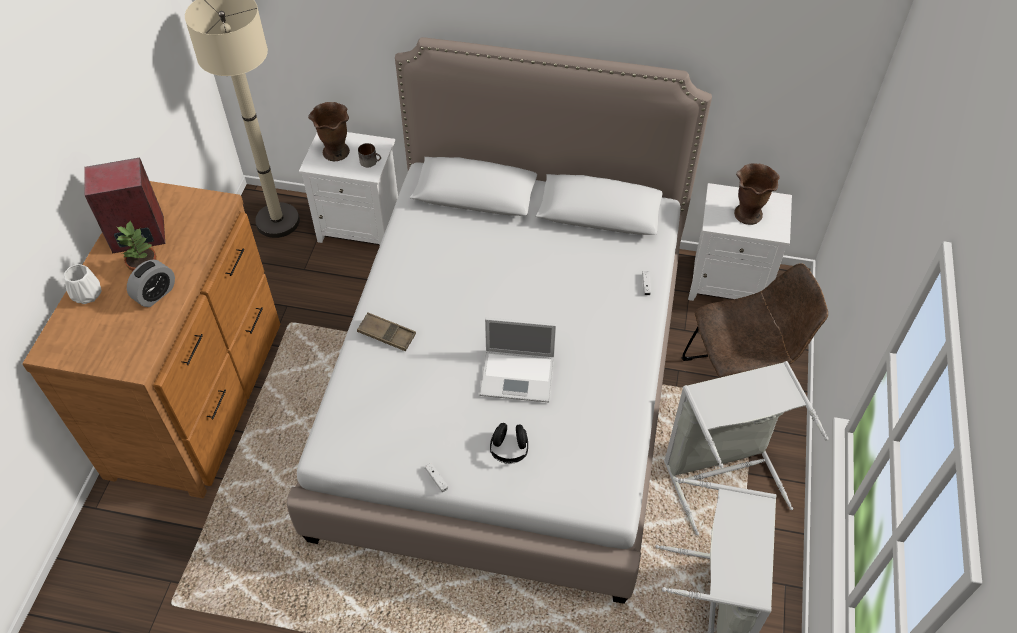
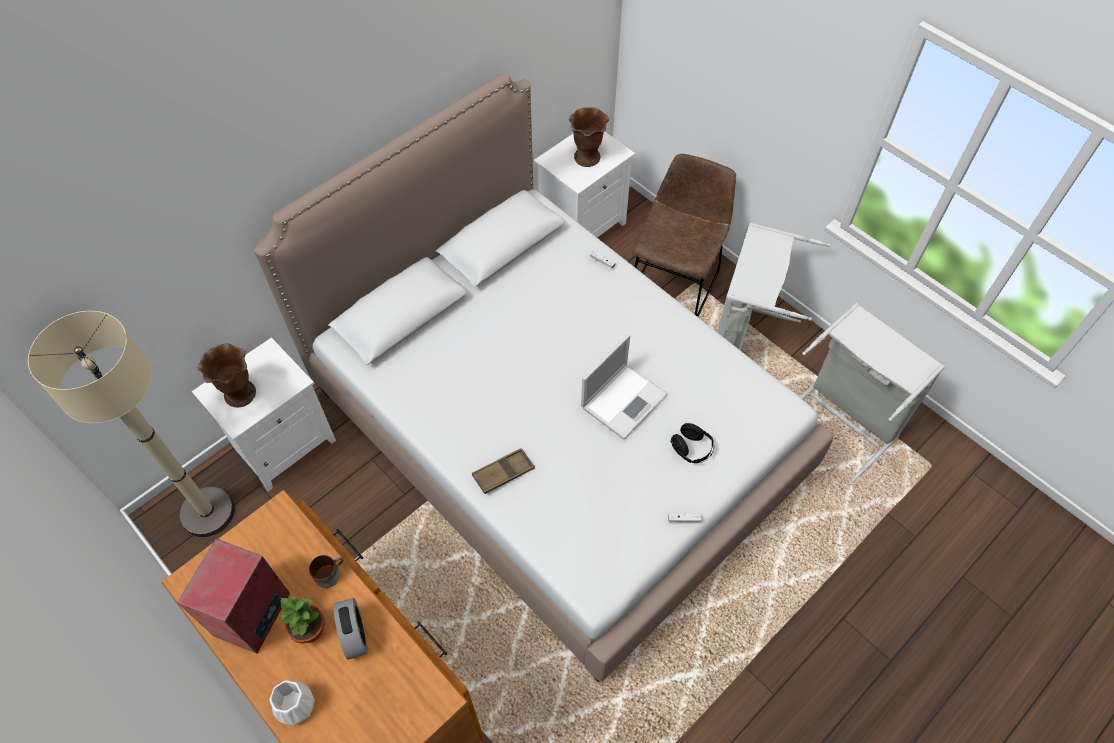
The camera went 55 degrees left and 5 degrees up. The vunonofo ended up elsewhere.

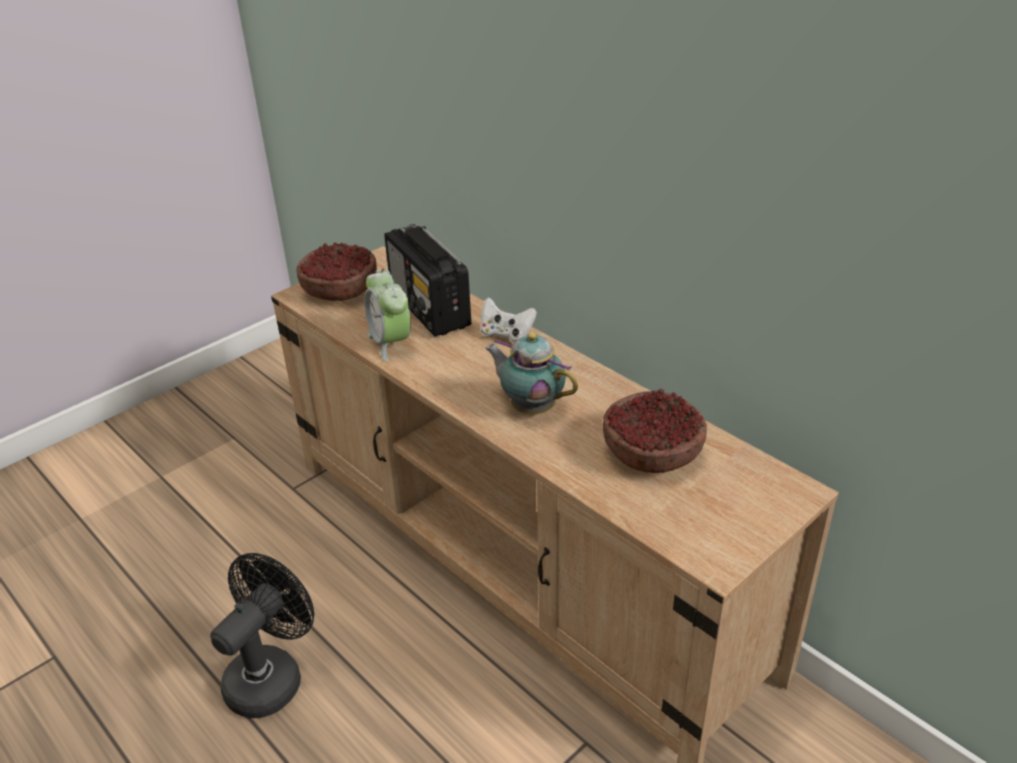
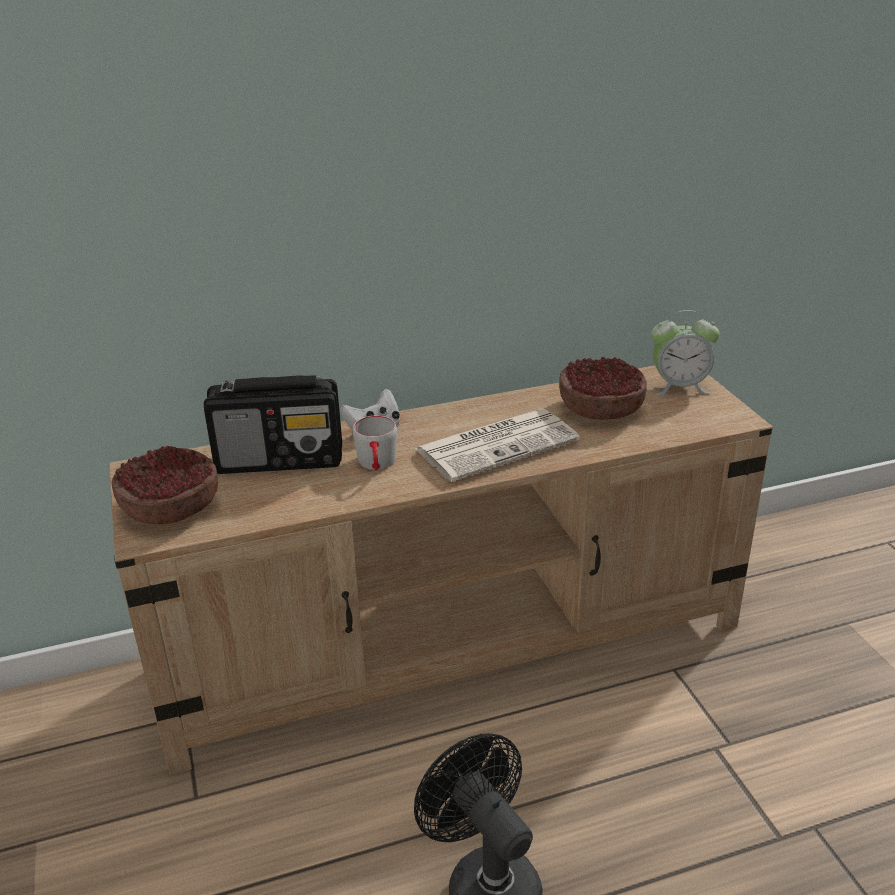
The camera went 65 degrees left and 5 degrees down. The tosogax ended up elsewhere. Where the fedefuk stood, the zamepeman came to stand. The second view gained the grey_vunonofo.

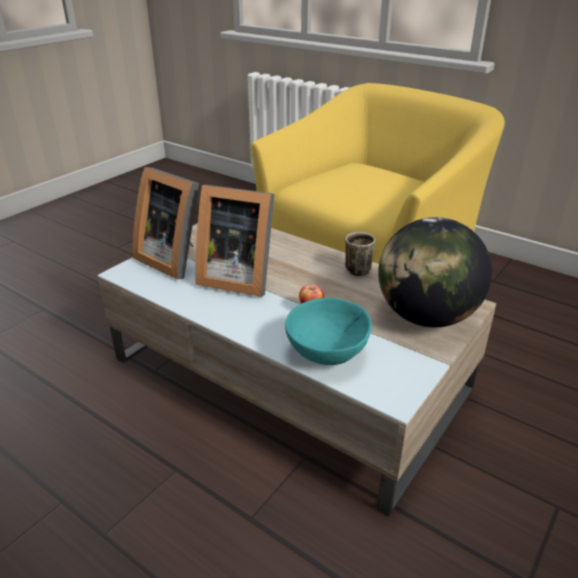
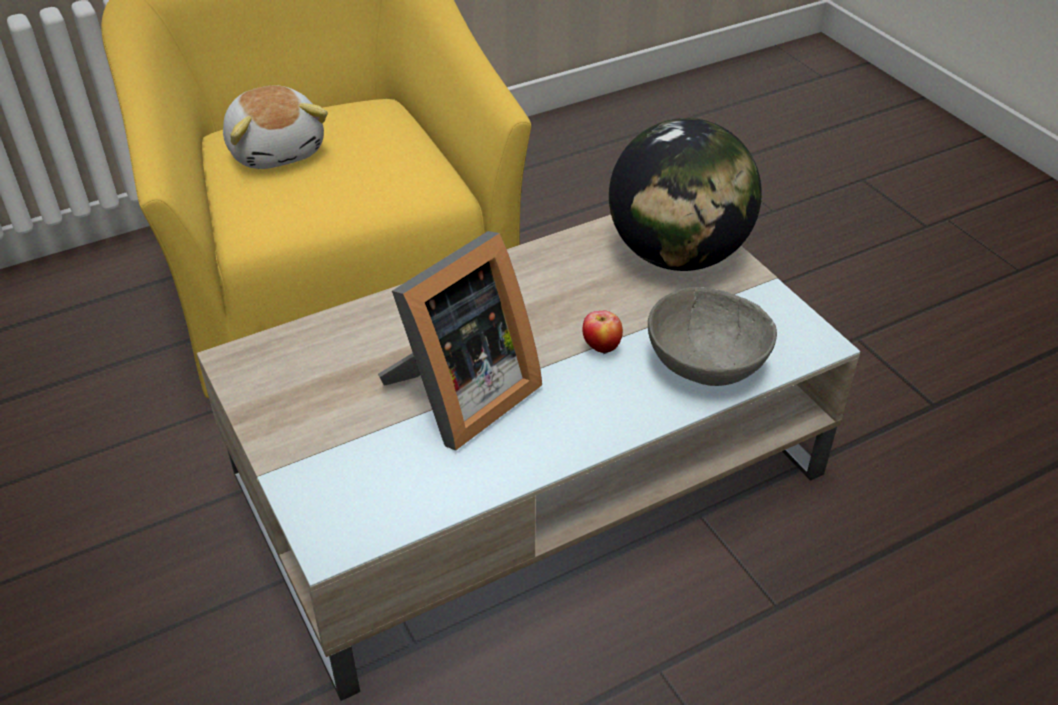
The camera went 65 degrees left and 10 degrees up. The second view lost the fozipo (no. 1 from left). The second view lost the vunonofo. What was the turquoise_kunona turned into the grey_kunona. The second view gained the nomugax.

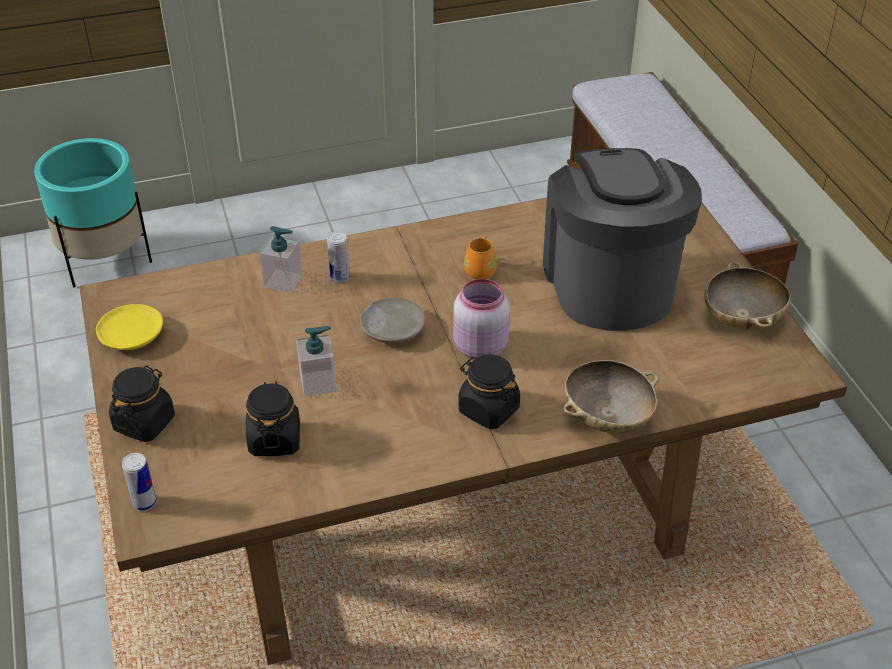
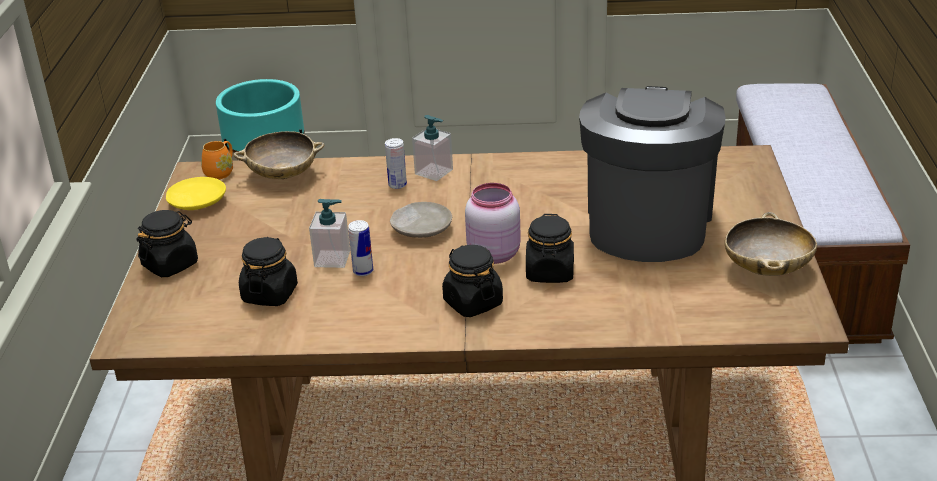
The camera went 20 degrees right and 10 degrees down. The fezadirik (no. 1 from left in the first image) ended up elsewhere. The orange_vunonofo ended up elsewhere. The beige_kunona (no. 1 from left) ended up elsewhere. The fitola (no. 1 from left) ended up elsewhere. The second view gained the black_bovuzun (no. 4 from left).

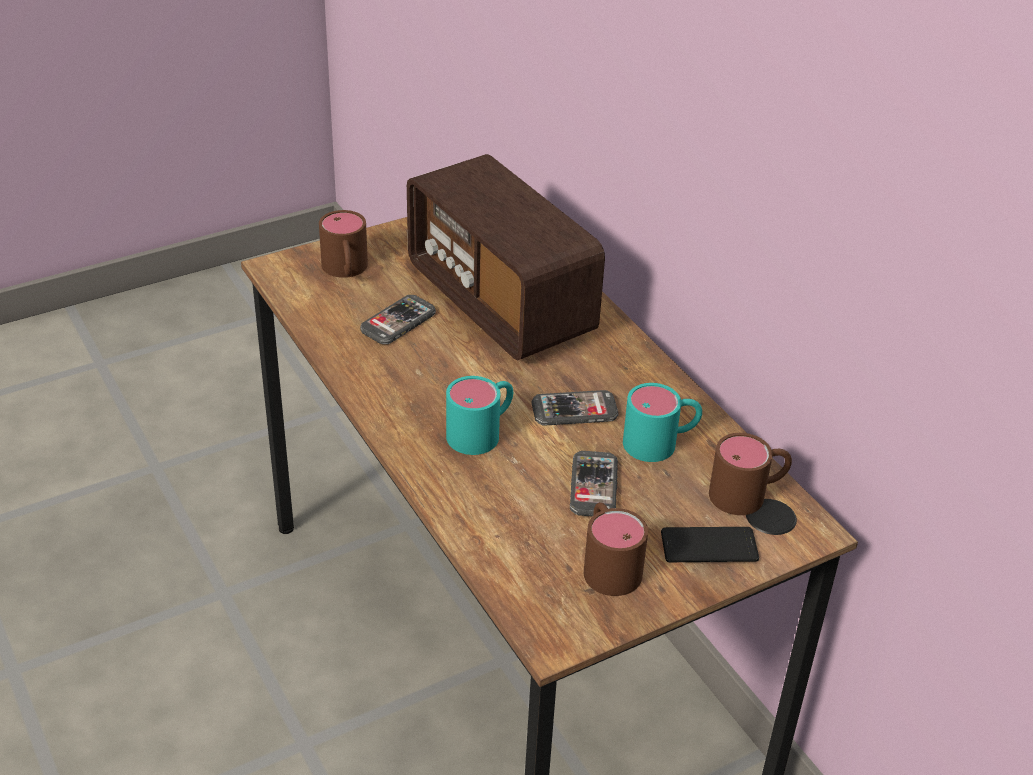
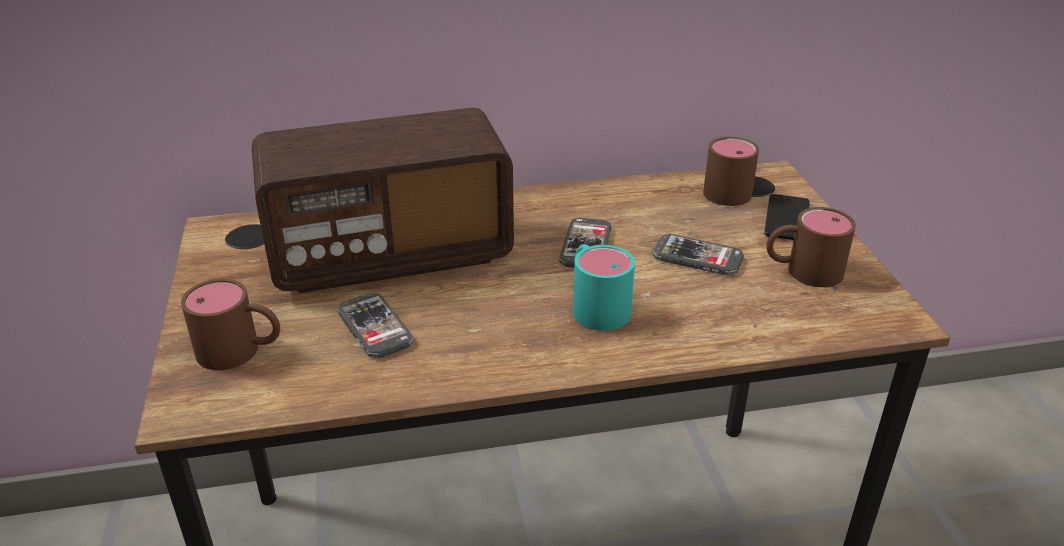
The camera went 70 degrees left and 5 degrees down. The second view lost the turquoise_vunonofo (no. 2 from left).

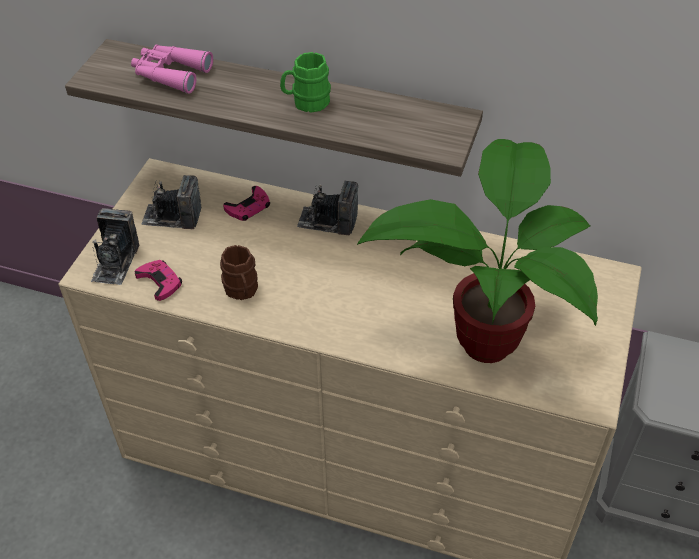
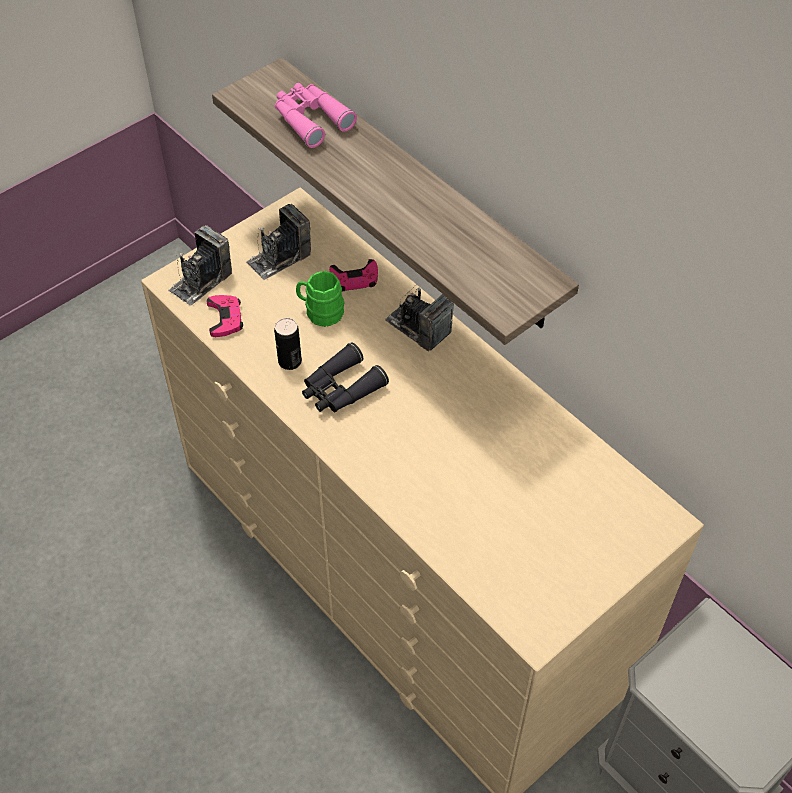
The camera went 30 degrees right and 5 degrees up. The green_vunonofo ended up elsewhere. The second view lost the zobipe. The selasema (no. 2 from left) ended up facing another way, 75 degrees counterclockwise from before. Where the brown_vunonofo stood, the fitola came to stand. The second view gained the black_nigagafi.

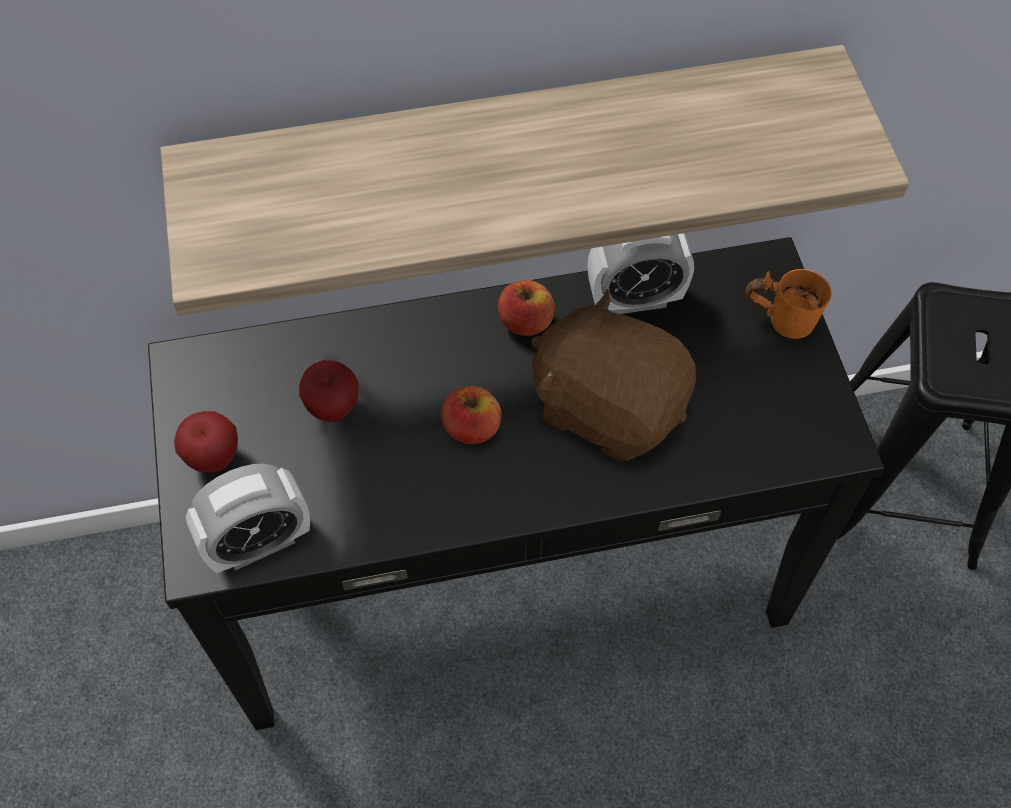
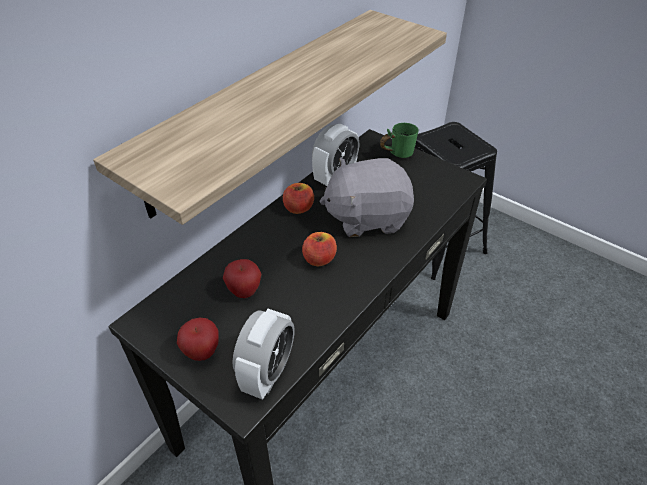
The camera went 40 degrees left and 15 degrees down. What was the orange_vunonofo turned into the green_vunonofo. What was the brown_nomugax turned into the grey_nomugax.

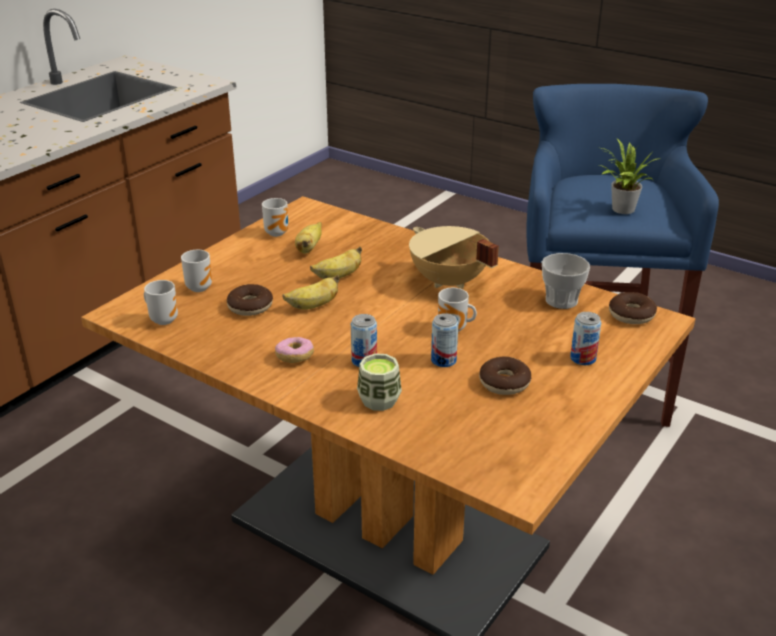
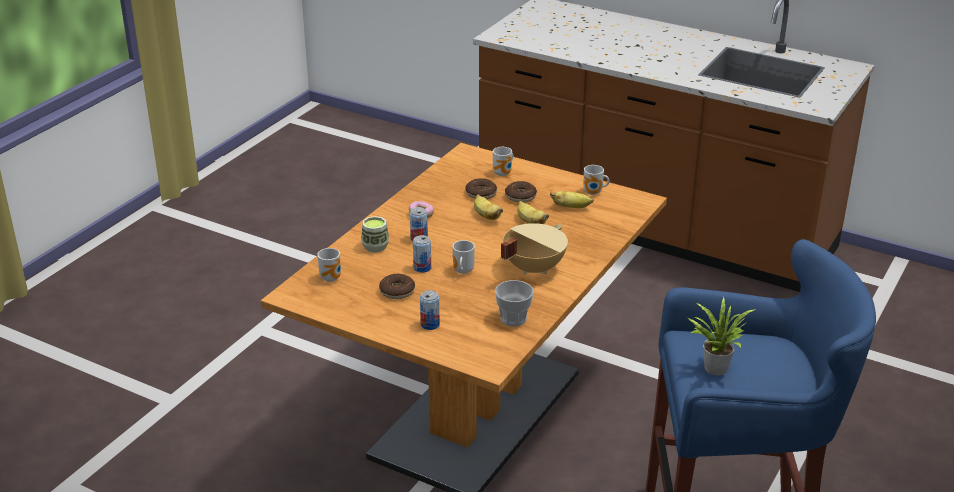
The camera went 85 degrees right and 0 degrees up. The vunonofo (no. 1 from left) ended up elsewhere. The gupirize (no. 4 from left) ended up elsewhere.

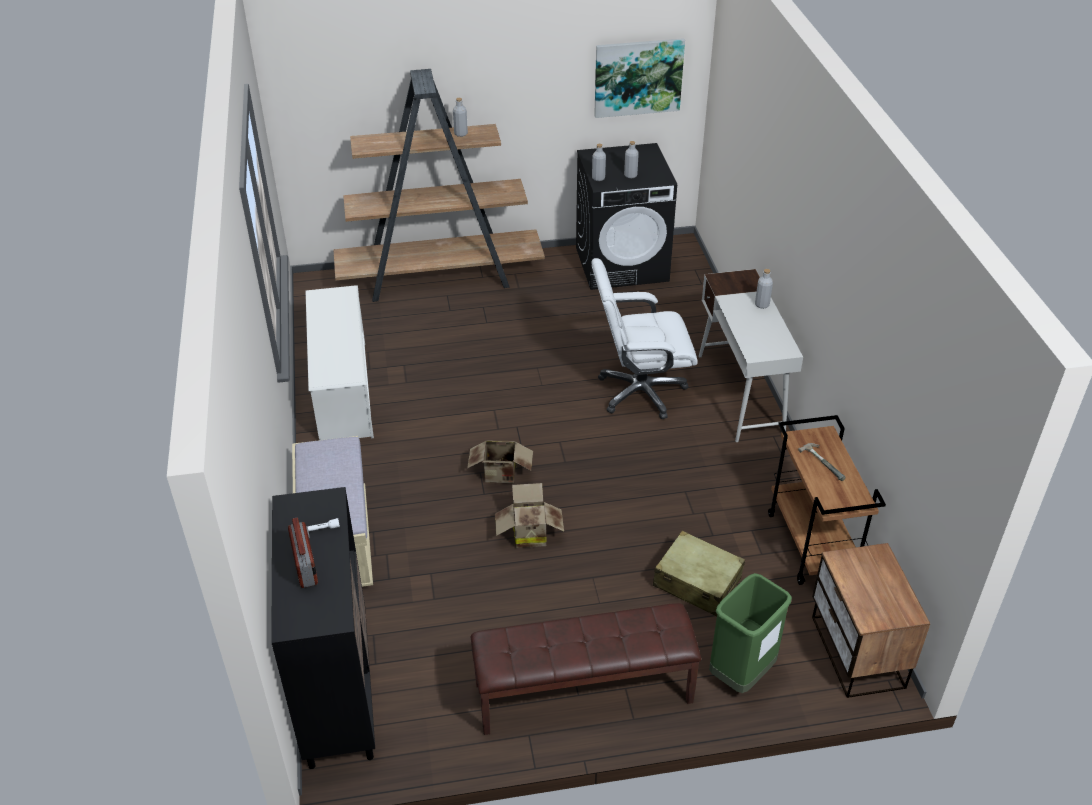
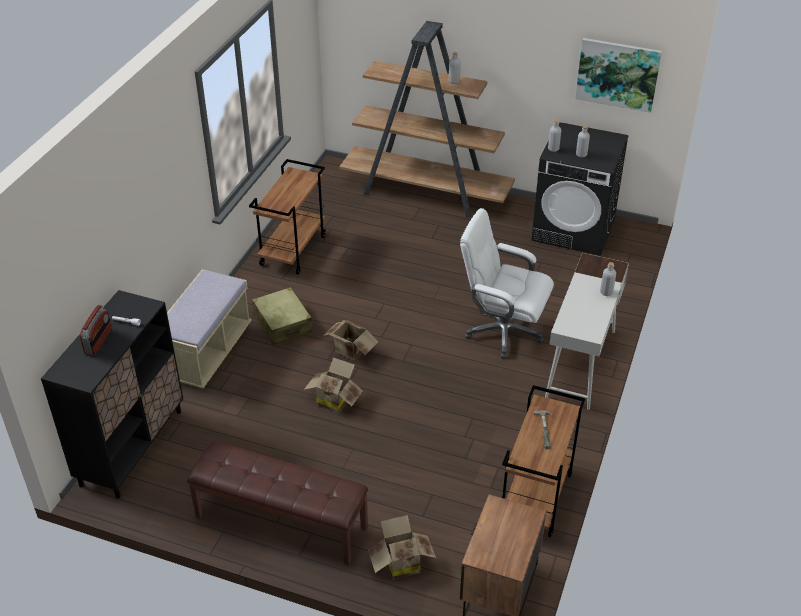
The camera went 30 degrees right and 0 degrees up. Where the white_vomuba stood, the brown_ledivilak (no. 1 from left) came to stand. The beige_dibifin ended up elsewhere. Where the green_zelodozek stood, the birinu (no. 3 from left) came to stand.

